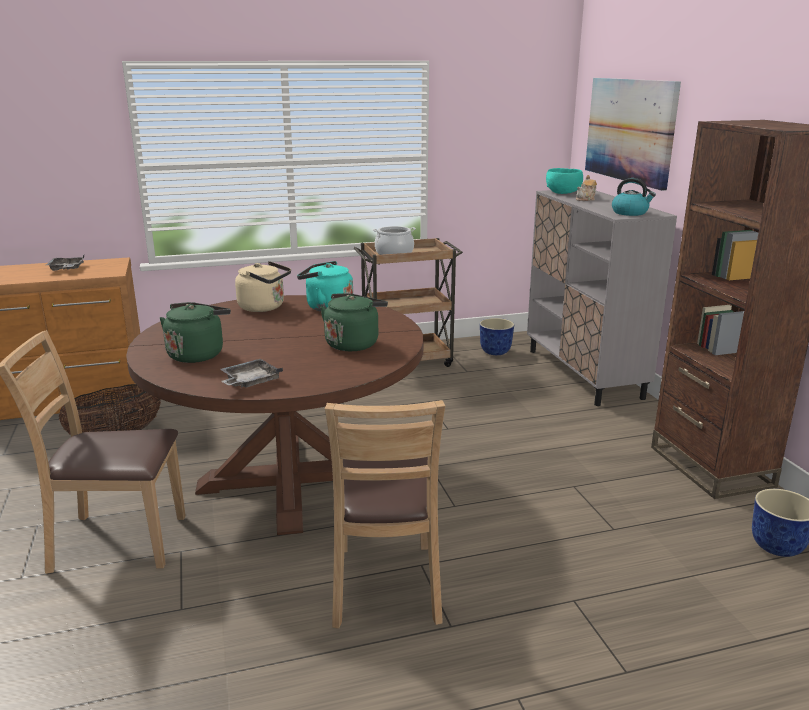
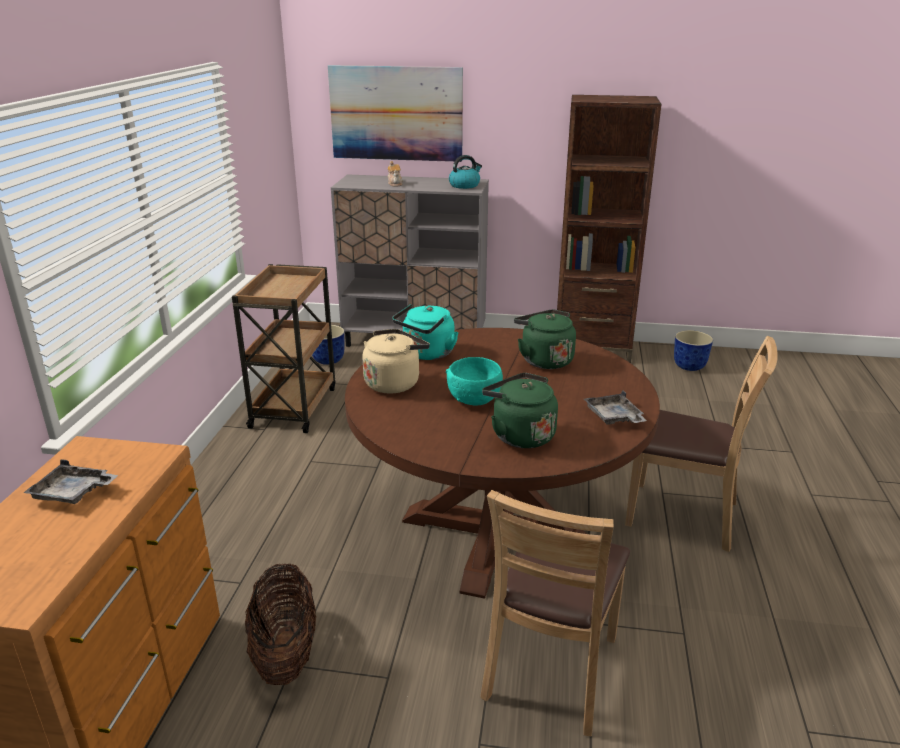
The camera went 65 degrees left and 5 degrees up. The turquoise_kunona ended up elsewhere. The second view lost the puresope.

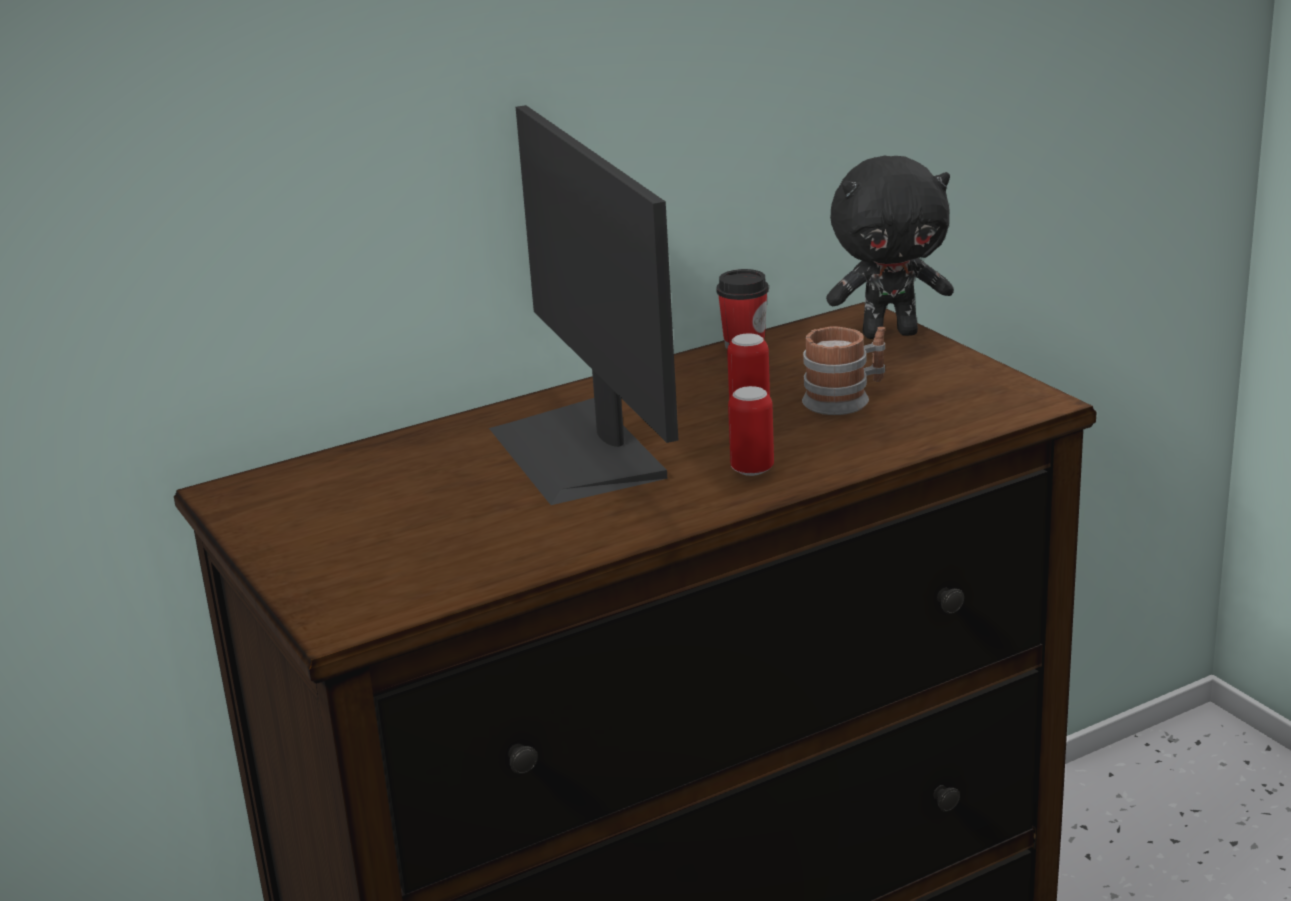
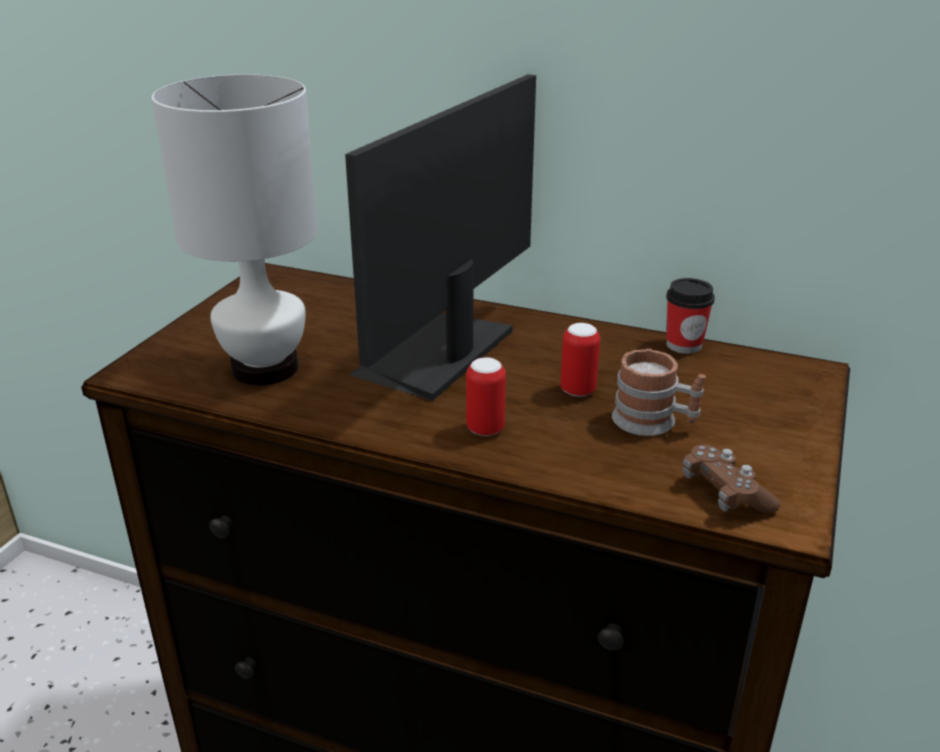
The camera went 50 degrees right and 5 degrees up. The second view lost the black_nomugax. The second view gained the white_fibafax. The second view gained the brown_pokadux.

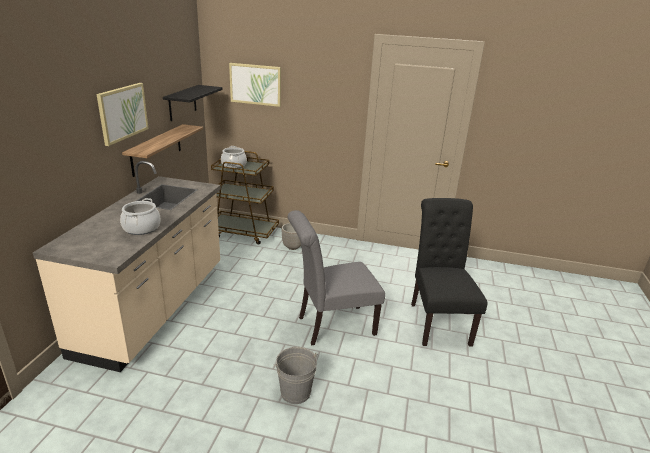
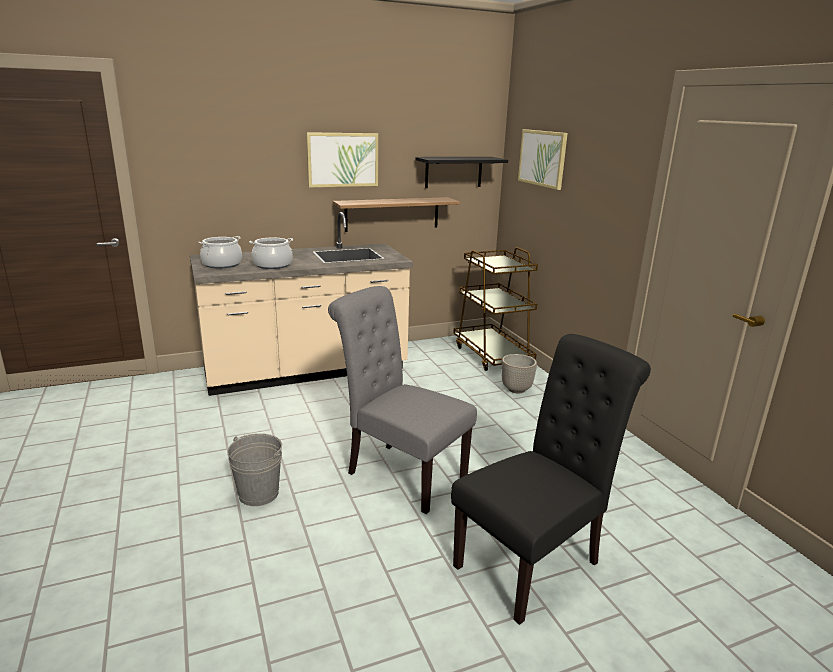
The camera went 55 degrees right and 5 degrees down. The puresope (no. 2 from left in the first image) ended up elsewhere.

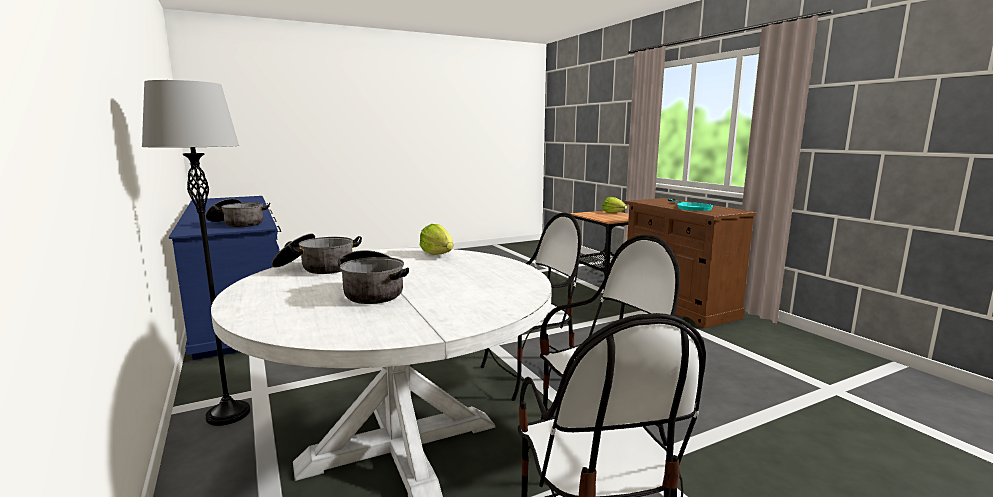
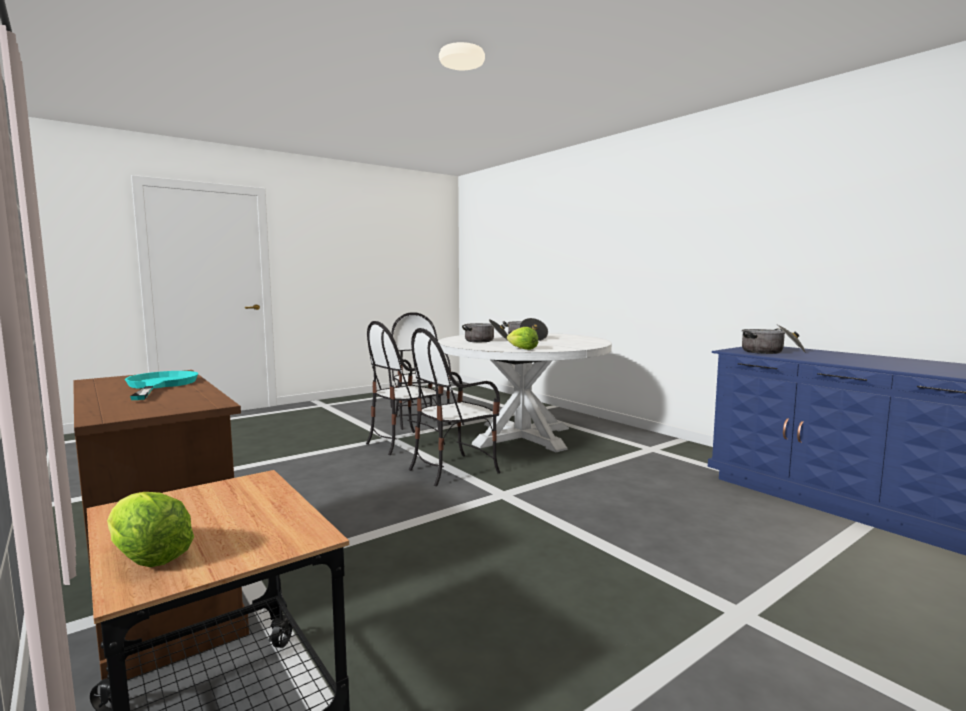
The camera went 170 degrees right and 5 degrees down. The second view lost the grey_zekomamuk. The puresope (no. 2 from left in the first image) ended up elsewhere.

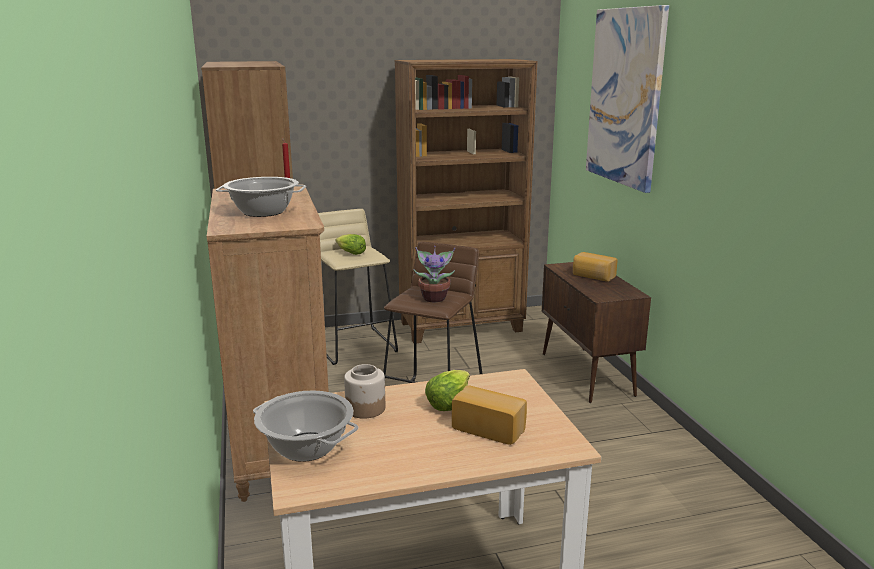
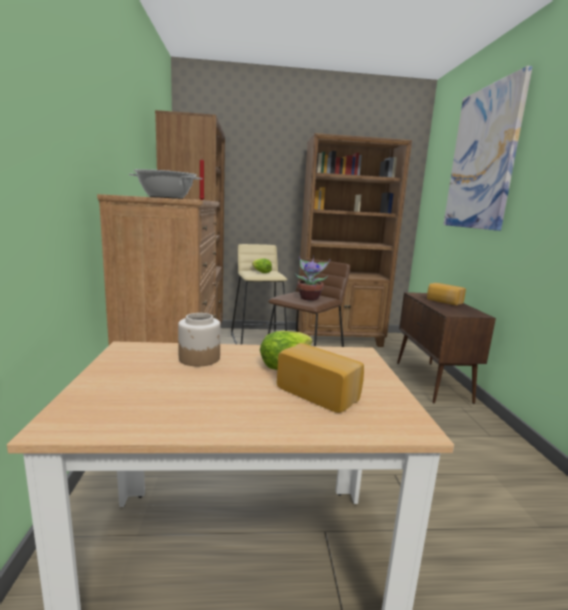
The camera went 10 degrees right and 5 degrees down. The second view lost the puresope (no. 2 from left).

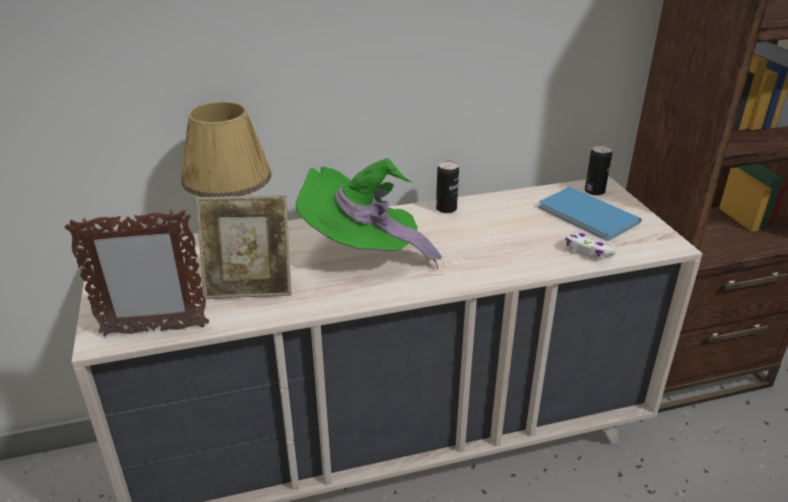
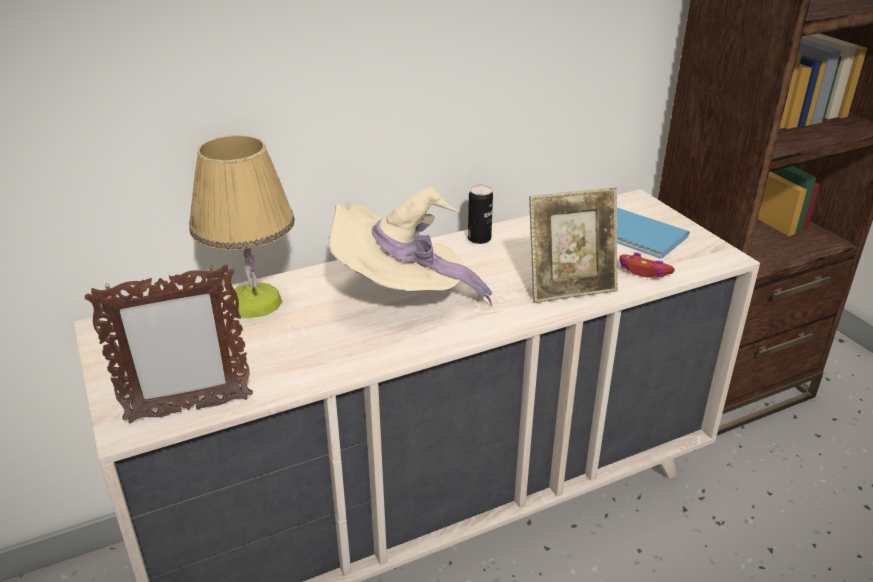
The camera went 10 degrees left and 0 degrees up. The second view lost the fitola (no. 2 from left). What was the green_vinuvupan turned into the beige_vinuvupan. The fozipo (no. 2 from left) ended up elsewhere. What was the white_pokadux turned into the red_pokadux.

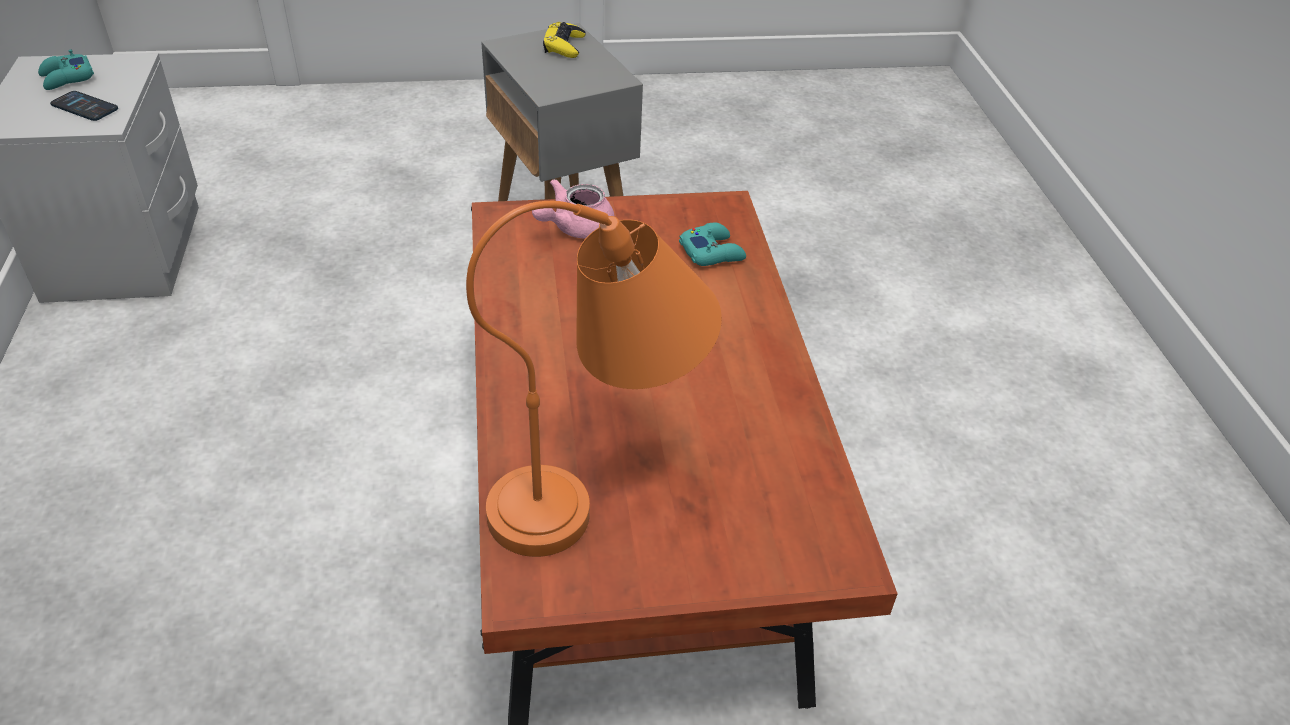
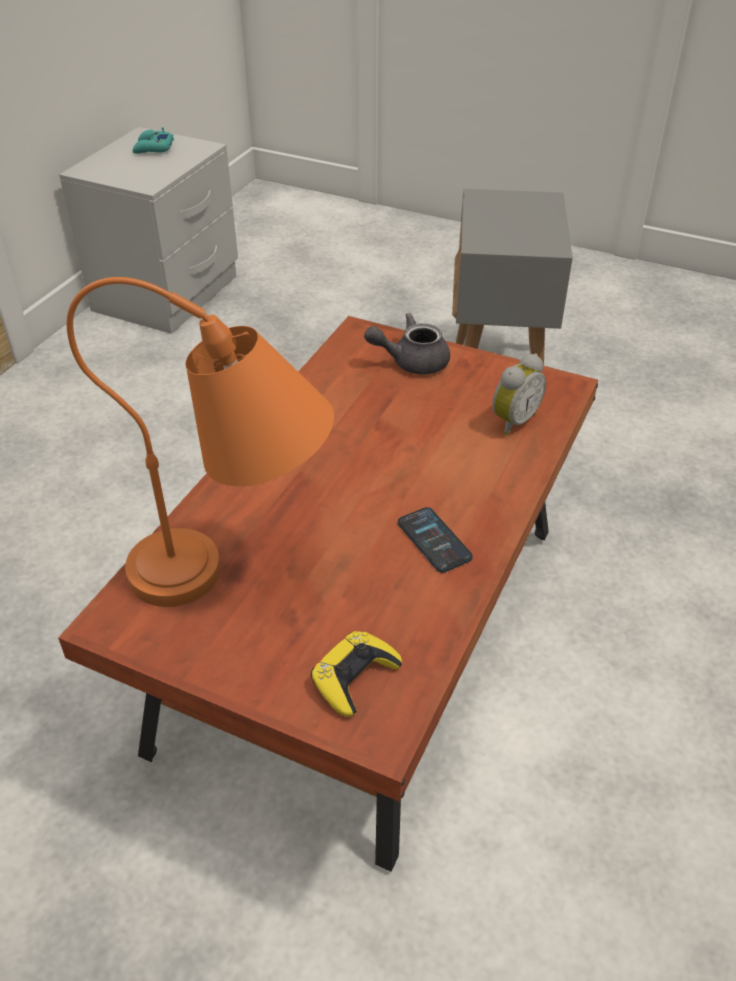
The camera went 35 degrees right and 0 degrees up. The yellow_pokadux ended up elsewhere. The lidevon ended up elsewhere. What was the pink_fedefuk turned into the grey_fedefuk. Where the turquoise_pokadux (no. 2 from left) stood, the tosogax came to stand.

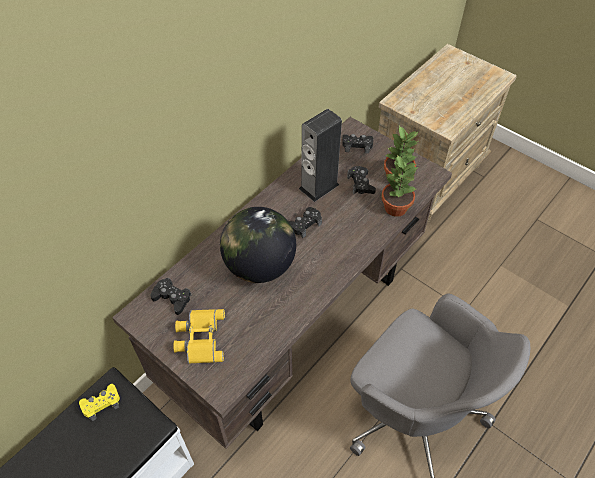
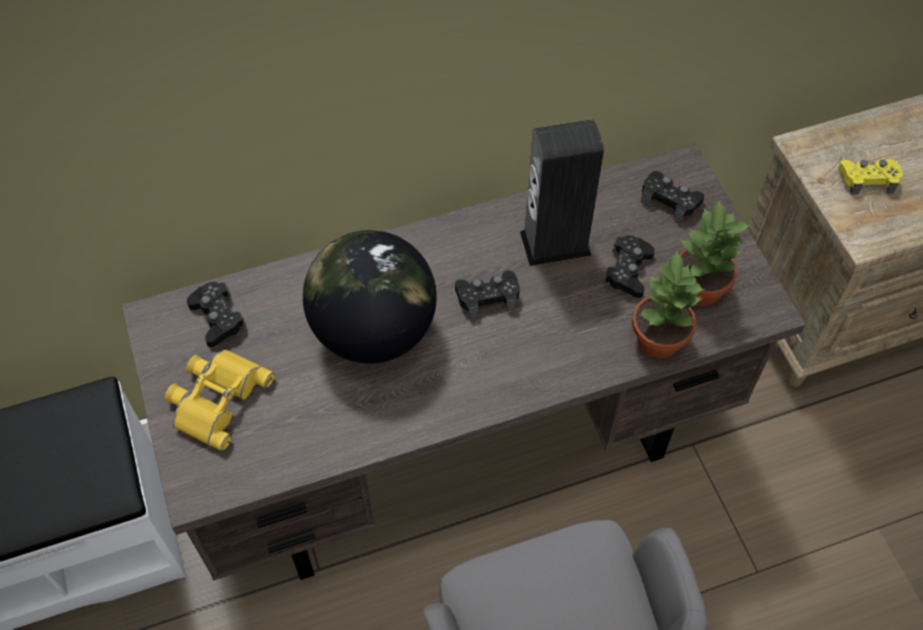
The camera went 30 degrees right and 5 degrees up. The yellow_pokadux ended up elsewhere.

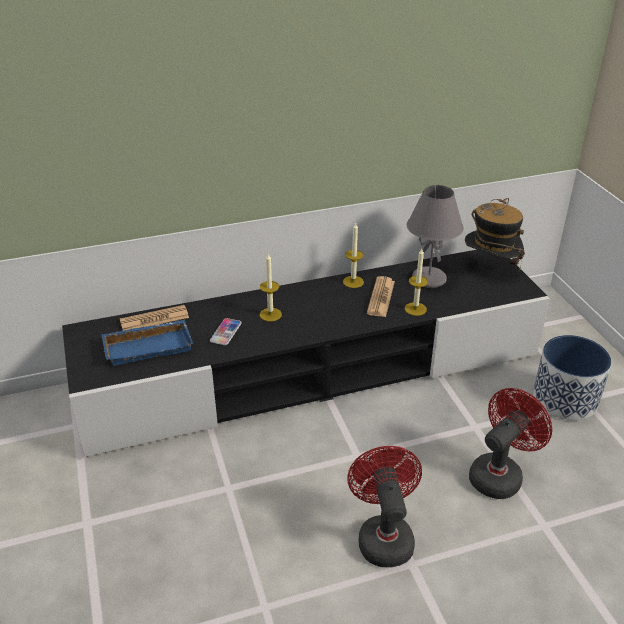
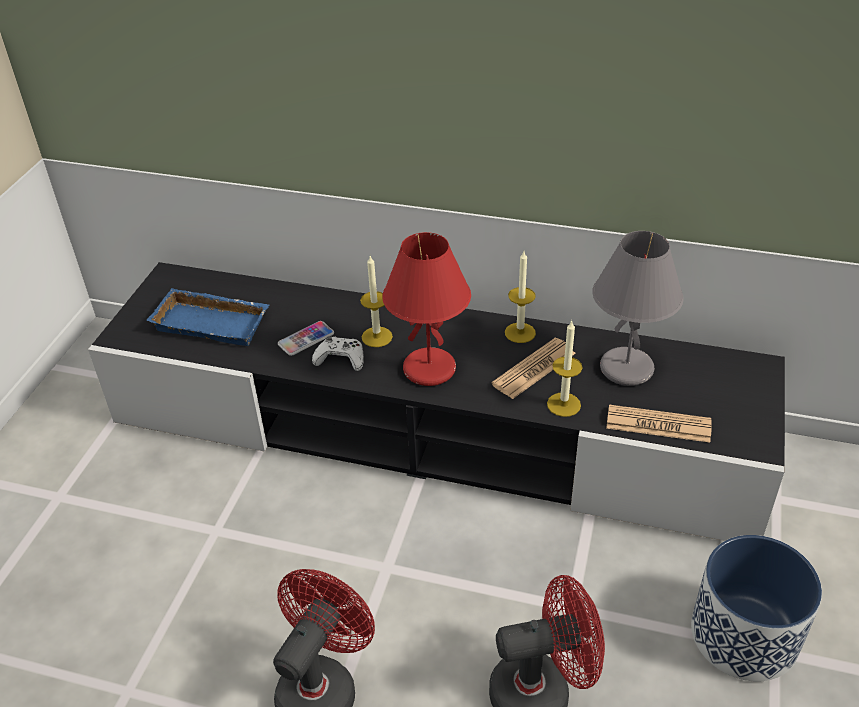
The camera went 35 degrees right and 5 degrees up. The second view lost the vinuvupan. The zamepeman (no. 1 from left in the first image) ended up elsewhere. The second view gained the red_fibafax. The second view gained the white_pokadux.

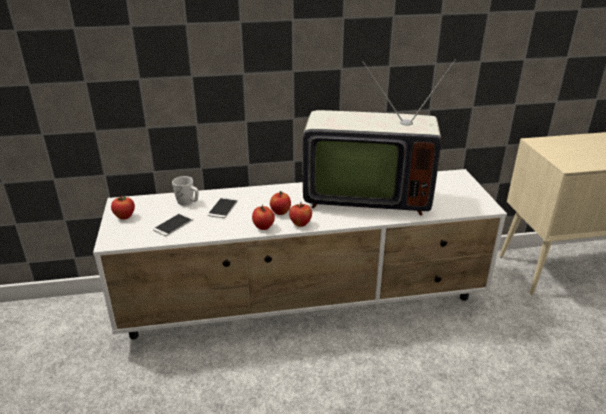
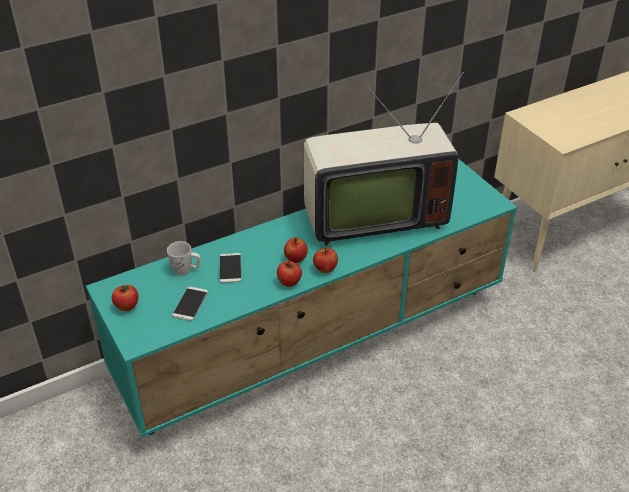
The camera went 20 degrees left and 10 degrees up. What was the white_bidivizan turned into the turquoise_bidivizan.

